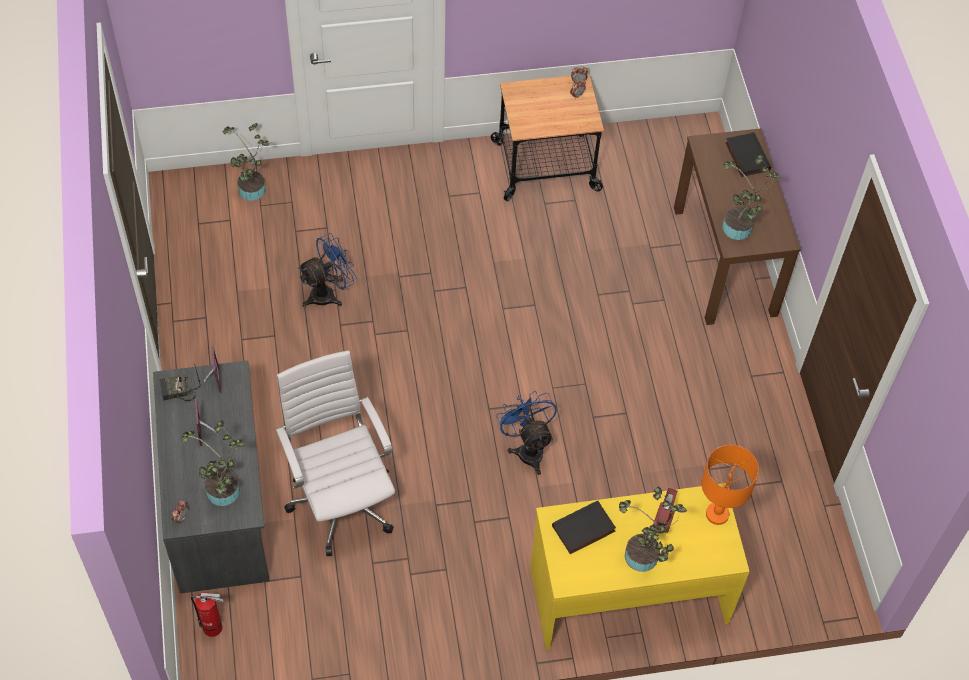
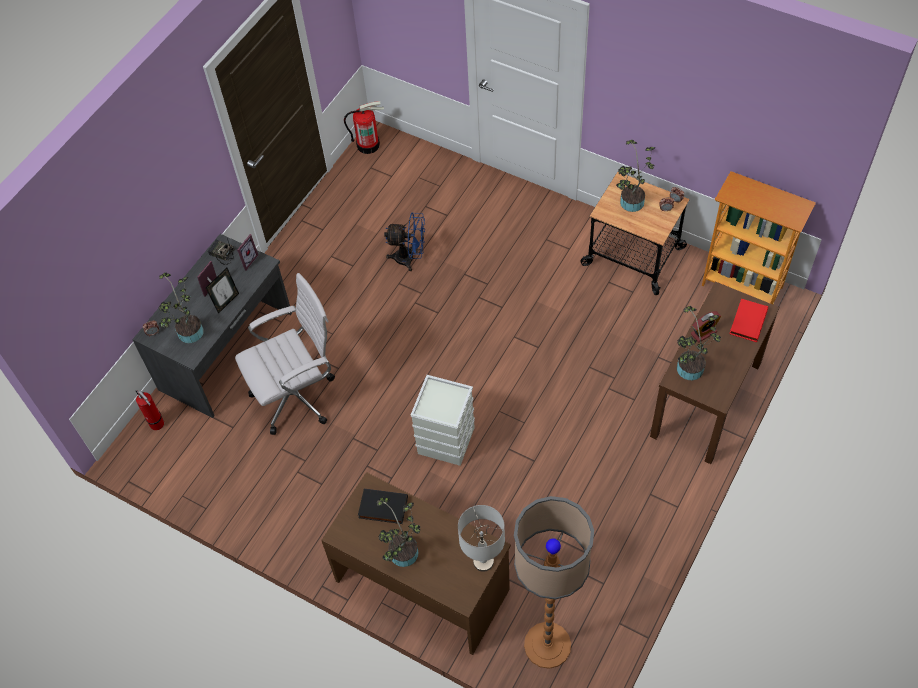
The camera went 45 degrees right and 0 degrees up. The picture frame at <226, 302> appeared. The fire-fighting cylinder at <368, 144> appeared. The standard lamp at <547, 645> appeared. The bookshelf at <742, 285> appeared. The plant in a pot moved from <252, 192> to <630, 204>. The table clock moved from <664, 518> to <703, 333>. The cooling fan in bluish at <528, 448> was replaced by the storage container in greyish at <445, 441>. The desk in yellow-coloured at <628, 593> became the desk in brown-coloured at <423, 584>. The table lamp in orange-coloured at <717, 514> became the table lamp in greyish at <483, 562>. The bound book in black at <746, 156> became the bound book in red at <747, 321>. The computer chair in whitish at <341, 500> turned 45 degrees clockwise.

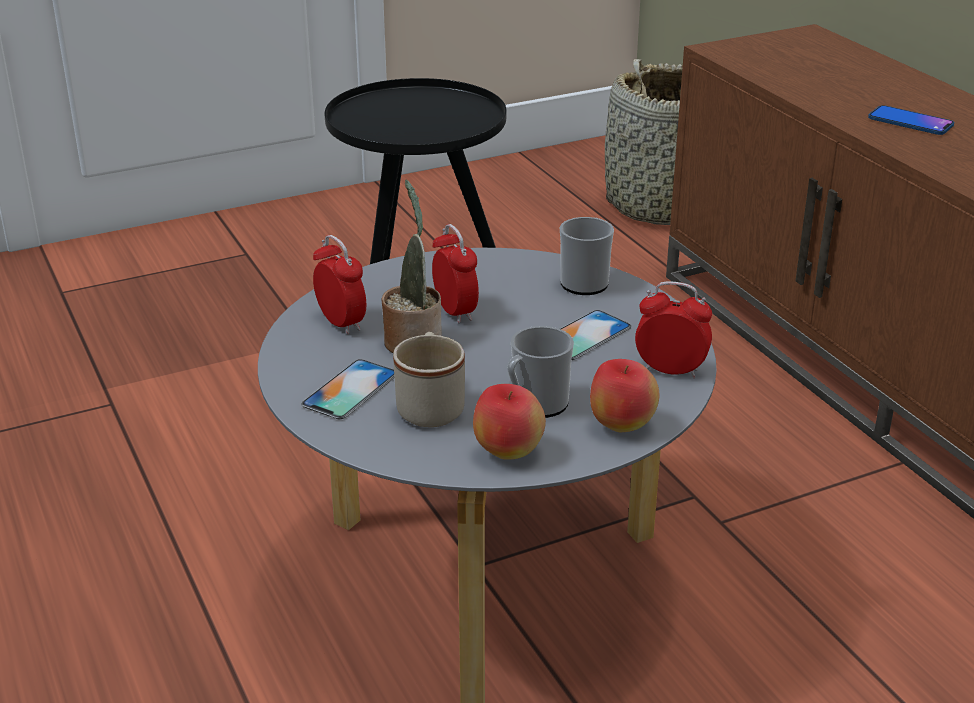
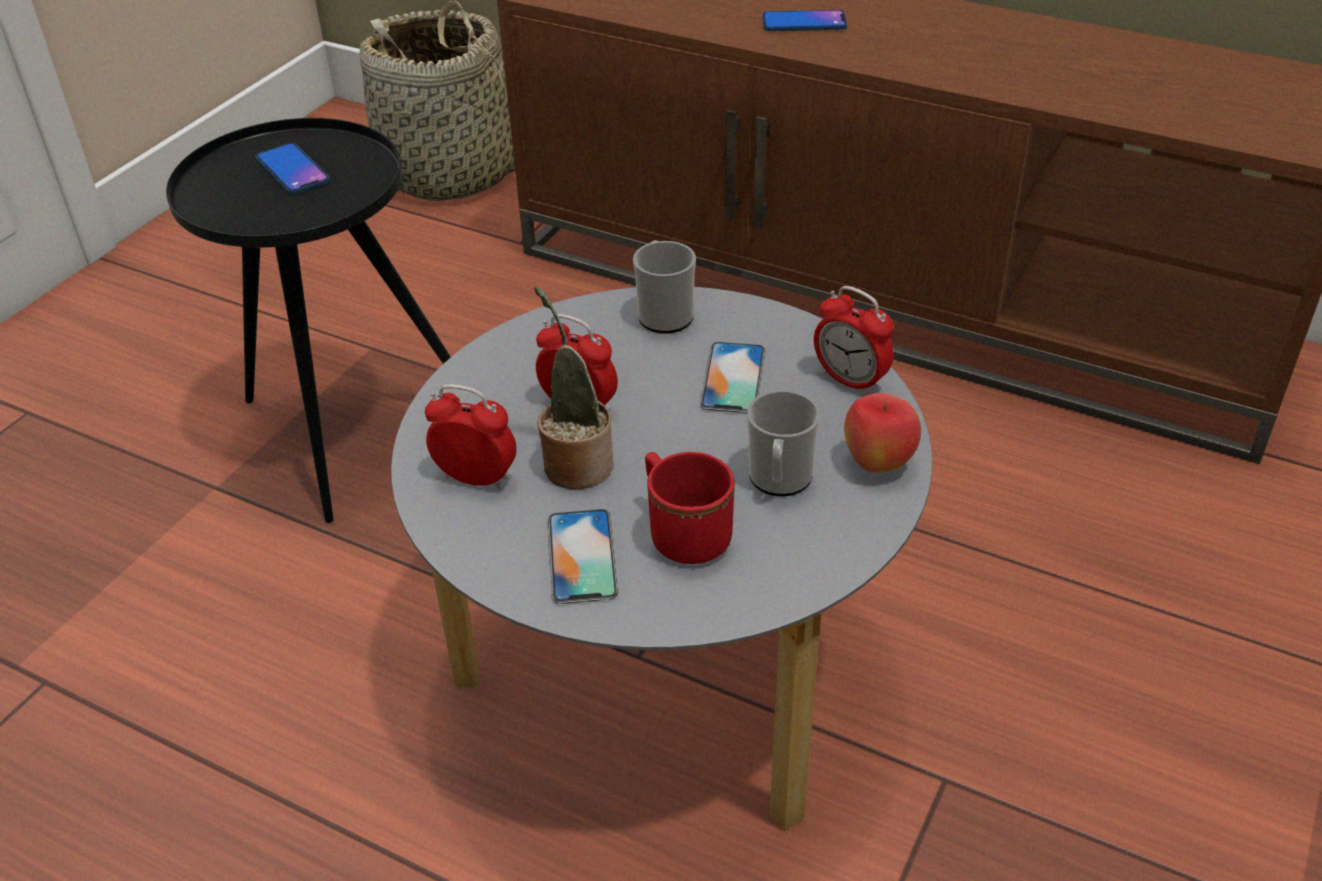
The camera went 35 degrees left and 10 degrees up. The apple fruit at <508, 453> disappeared. The phone at <292, 170> appeared. The coffee mug in sand-coloured at <430, 405> became the coffee mug in red at <683, 532>. The table clock at <670, 370> turned 120 degrees counterclockwise.

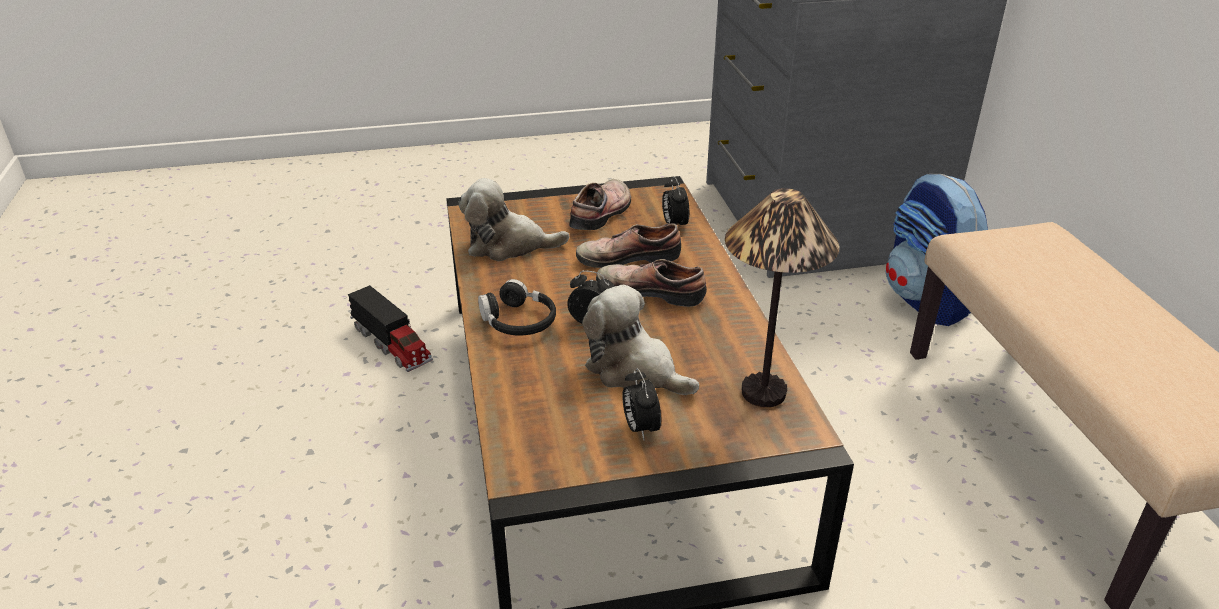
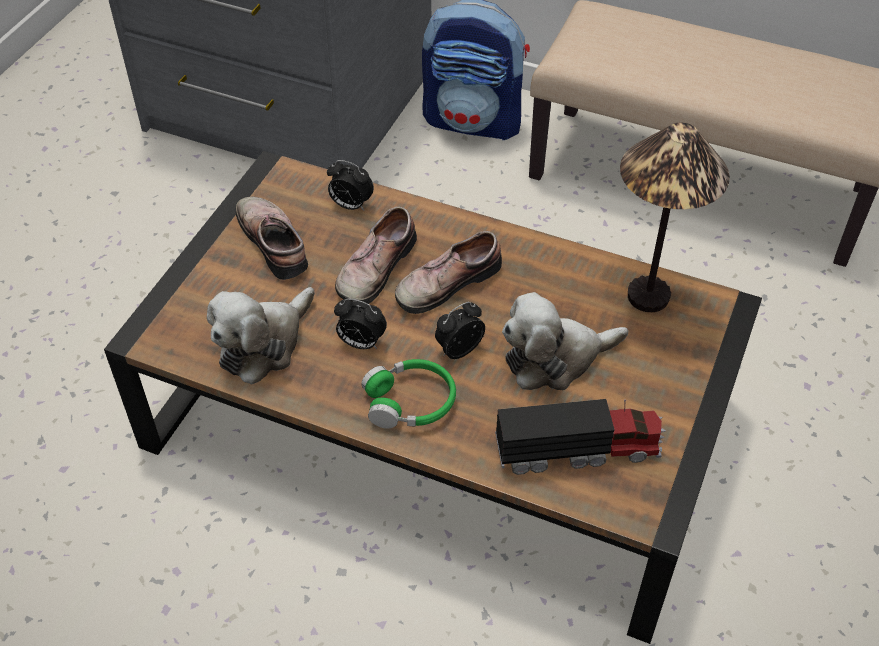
The camera went 55 degrees left and 15 degrees up. The toy lorry moved from <392, 344> to <579, 449>. The table clock moved from <640, 428> to <360, 343>. The headset in black at <518, 321> became the headset in green-coloured at <410, 402>.

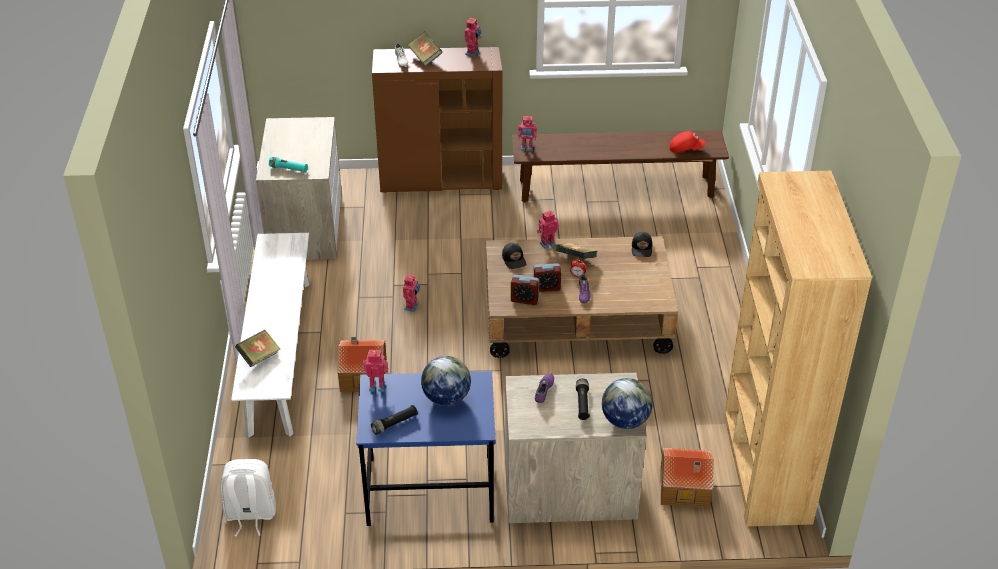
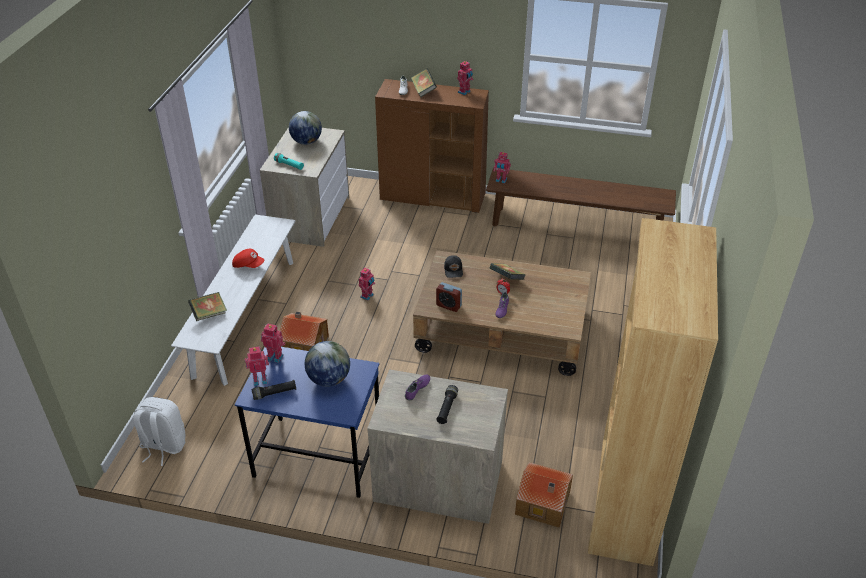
The camera went 15 degrees right and 0 degrees up. The table clock at <546, 287> disappeared. The baseball cap in black at <642, 248> disappeared. The model robot moved from <547, 243> to <260, 379>. The world globe moved from <625, 421> to <306, 142>. The baseball cap in red moved from <686, 149> to <248, 265>.

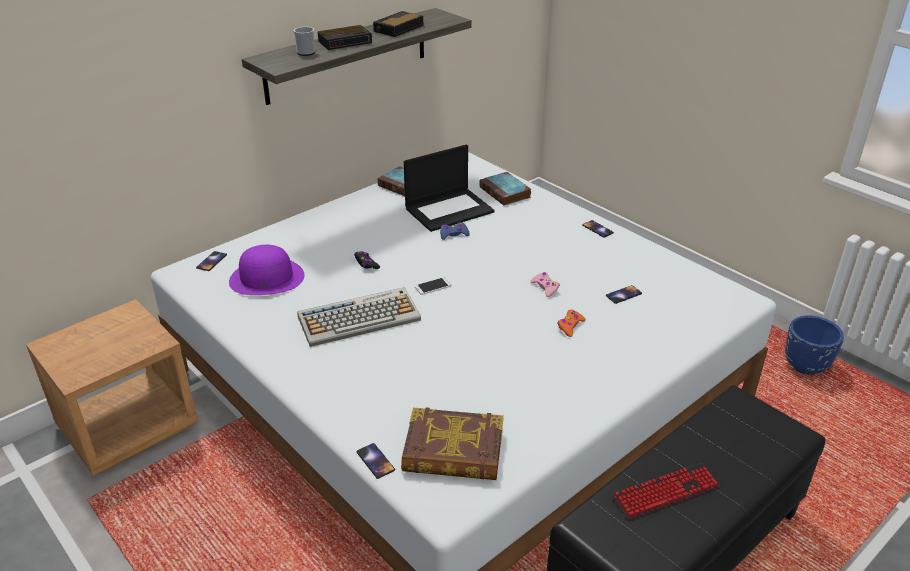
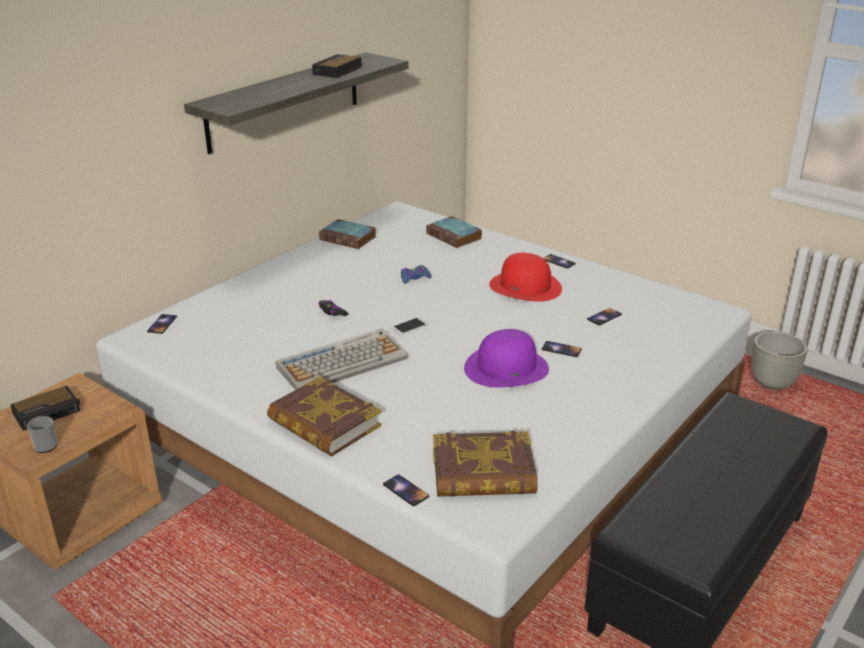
The camera went 10 degrees left and 5 degrees down. The notebook computer at <449, 209> disappeared. The gamepad in pinkish at <545, 287> disappeared. The keyboard at <666, 492> disappeared. The bound book at <324, 424> appeared. The wearable hat in red at <525, 286> appeared. The wearable hat in purple moved from <267, 278> to <506, 368>. The coffee mug moved from <305, 52> to <45, 444>. The table clock moved from <346, 42> to <48, 412>. The gamepad in orange-coloured at <570, 326> was replaced by the phone at <561, 349>. The plant pot in bluish at <805, 366> became the plant pot in greyish at <771, 383>.

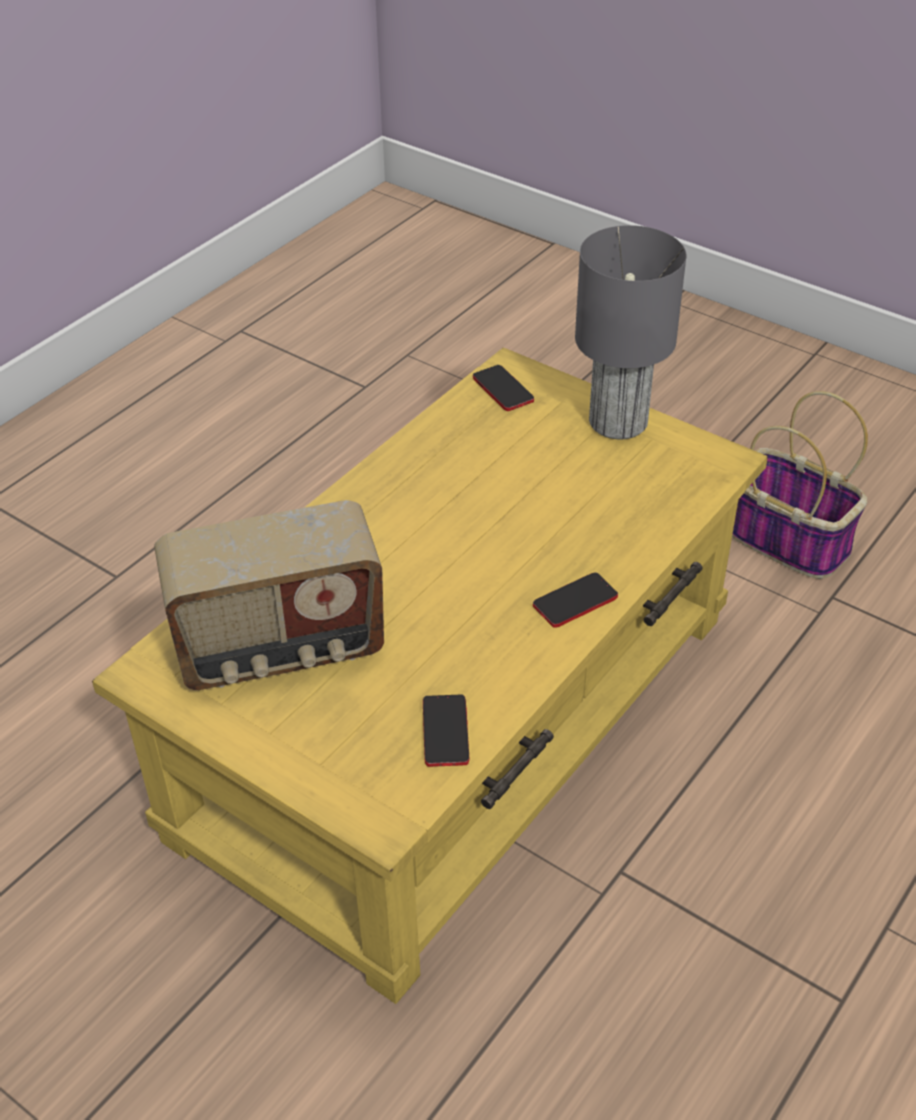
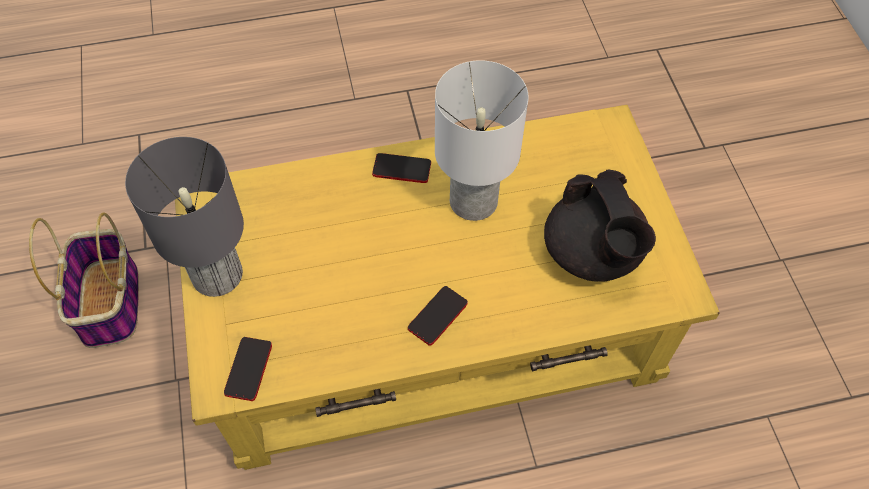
The camera went 140 degrees left and 15 degrees up. The table lamp in whitish at <474, 200> appeared. The phone moved from <445, 731> to <437, 316>. The radio receiver at <280, 649> was replaced by the pot for tea in black at <592, 254>.

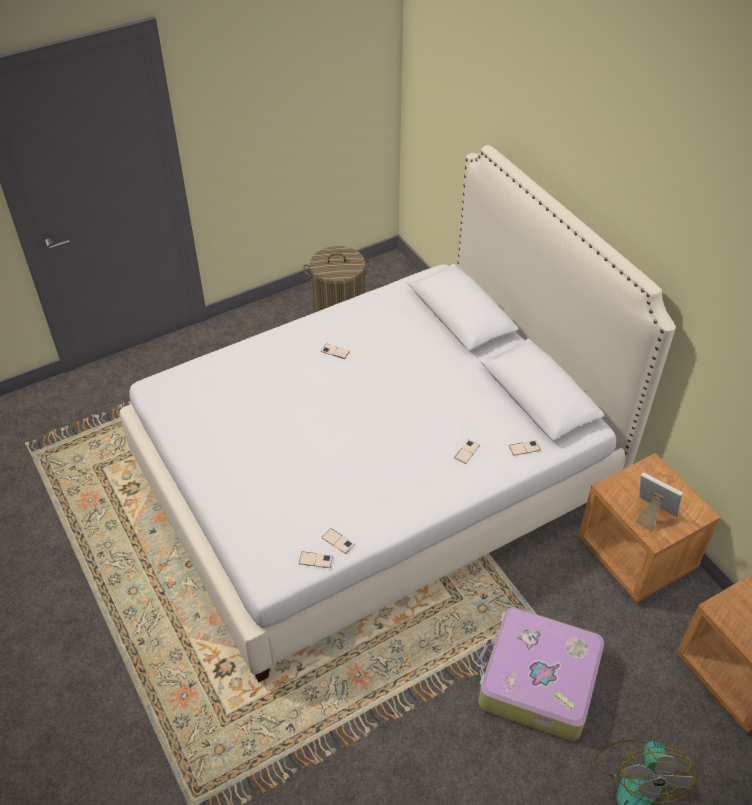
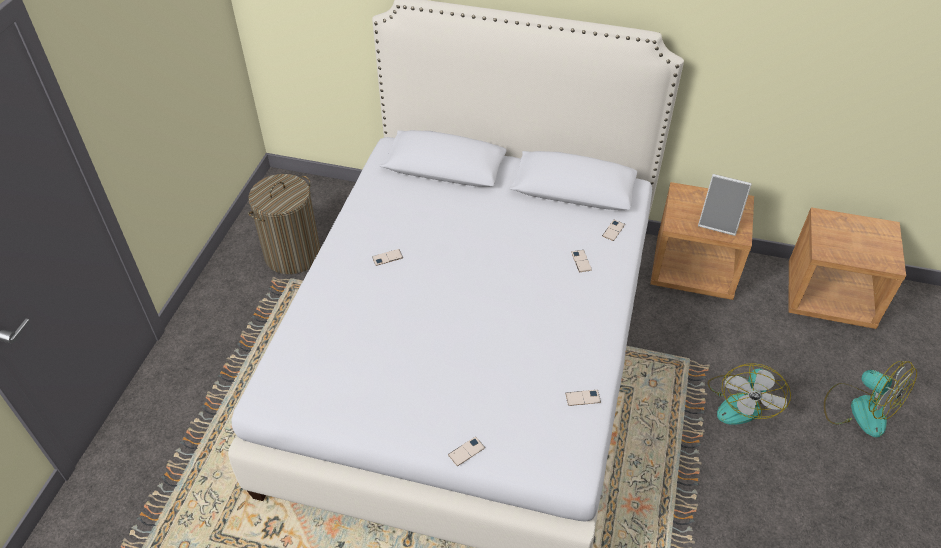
The camera went 45 degrees left and 0 degrees up. The phone moved from <315, 560> to <466, 451>. The travel case at <537, 681> was replaced by the cooling fan at <741, 402>. The picture frame at <652, 514> turned 150 degrees counterclockwise.

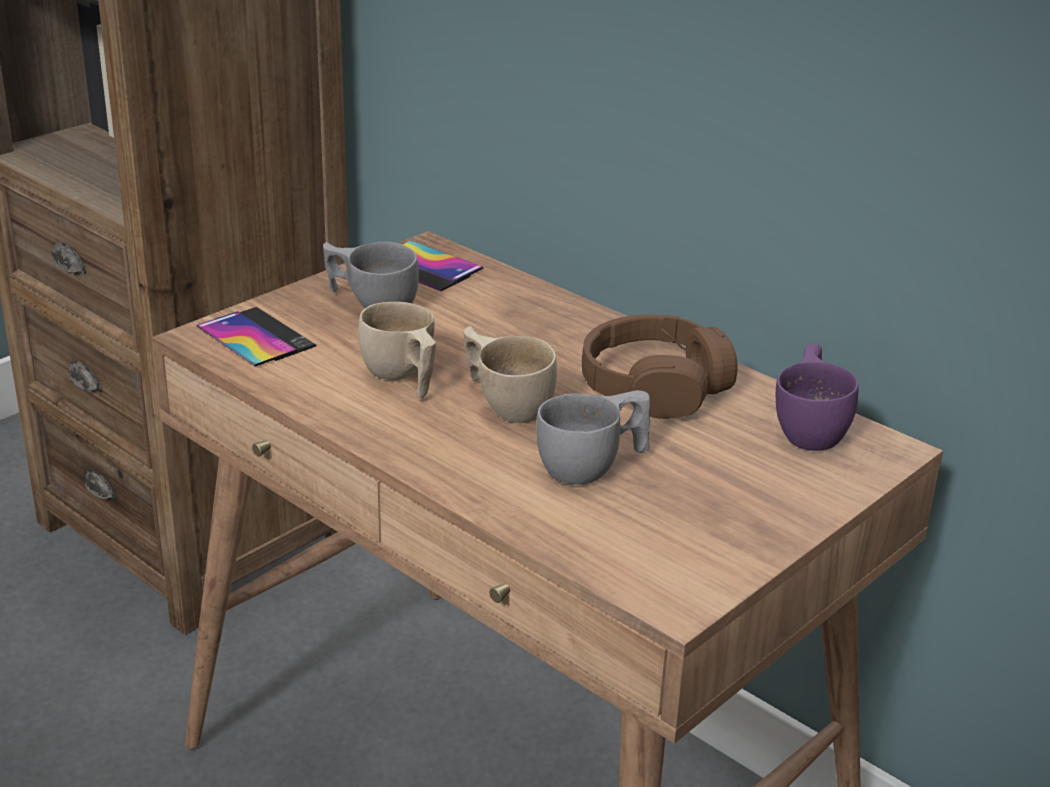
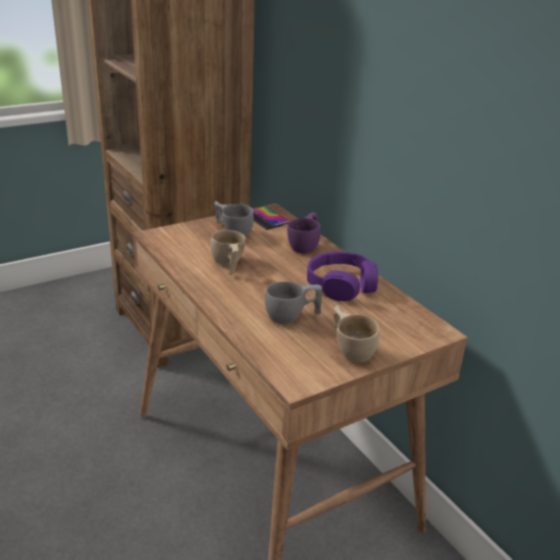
The camera went 15 degrees right and 0 degrees up. The phone at <256, 337> disappeared. The cup in sand-coloured moved from <506, 402> to <351, 349>. The cup in purple moved from <812, 427> to <306, 245>. The headset in brown-coloured at <654, 386> became the headset in purple at <341, 285>.

